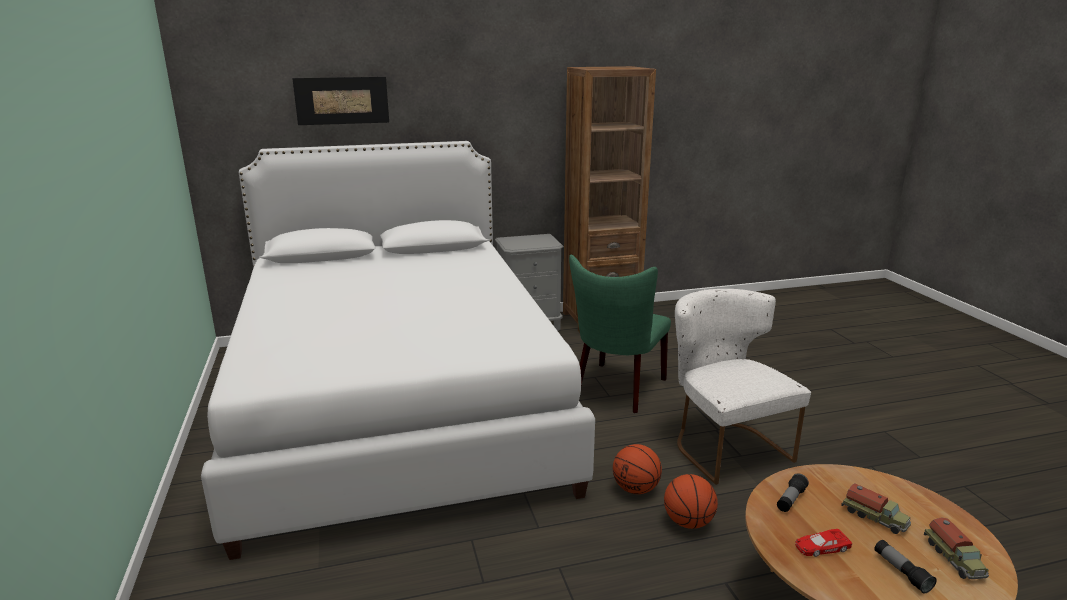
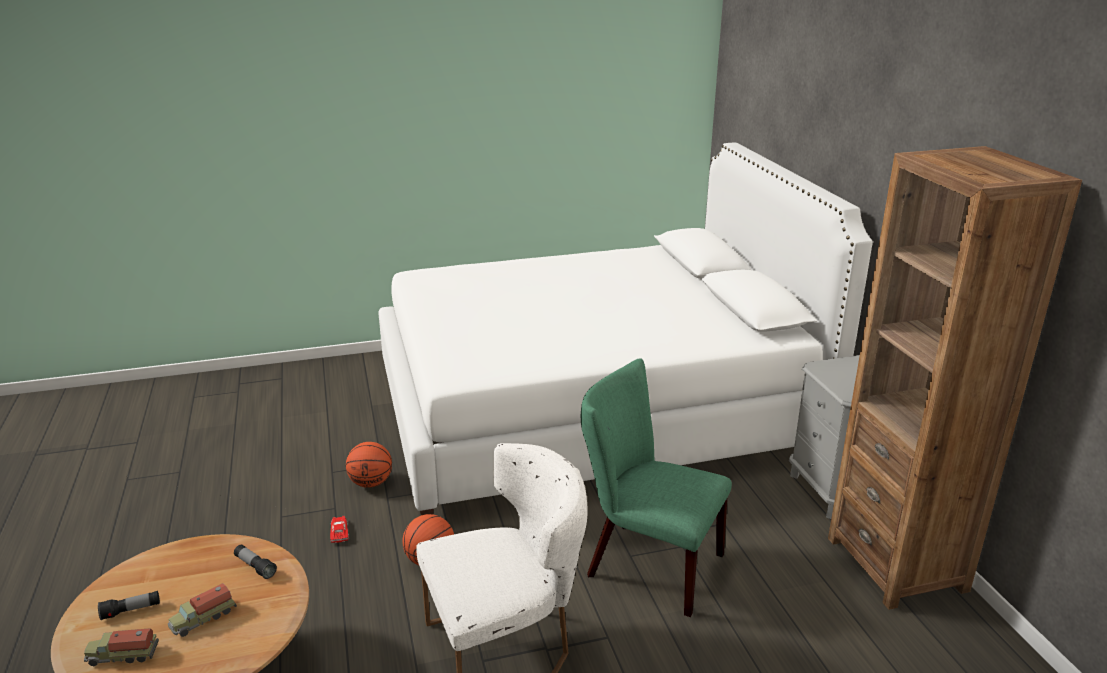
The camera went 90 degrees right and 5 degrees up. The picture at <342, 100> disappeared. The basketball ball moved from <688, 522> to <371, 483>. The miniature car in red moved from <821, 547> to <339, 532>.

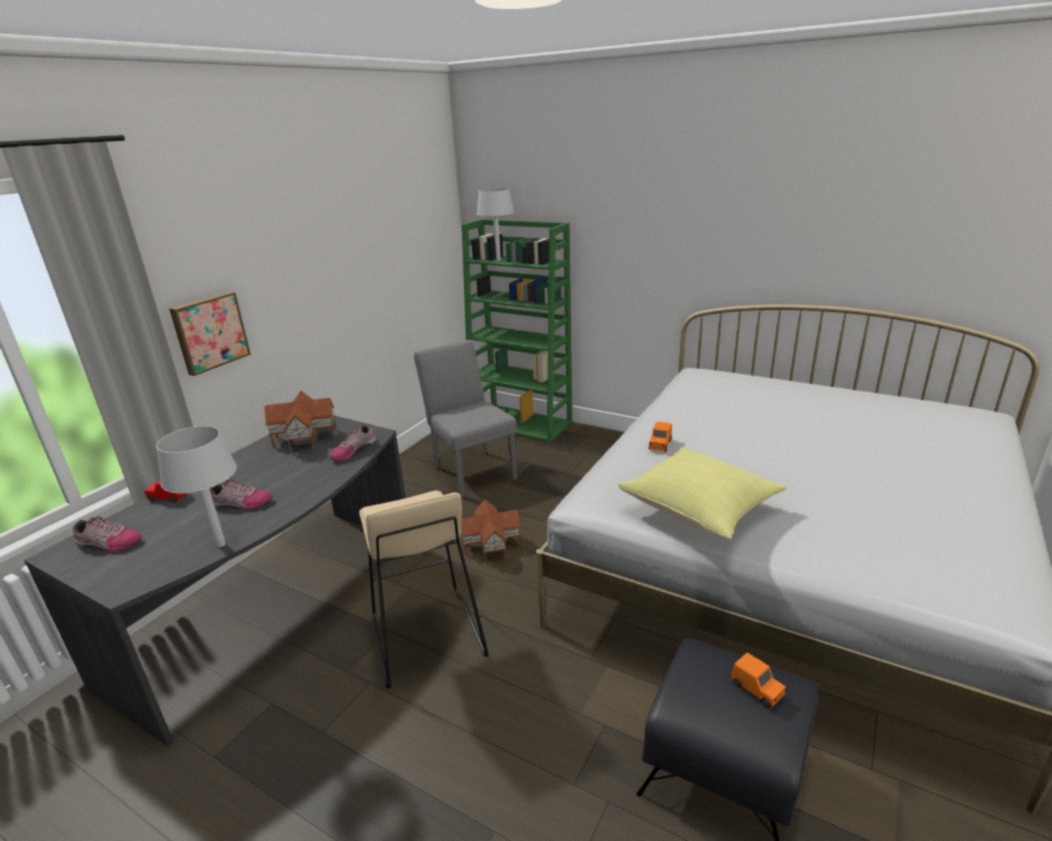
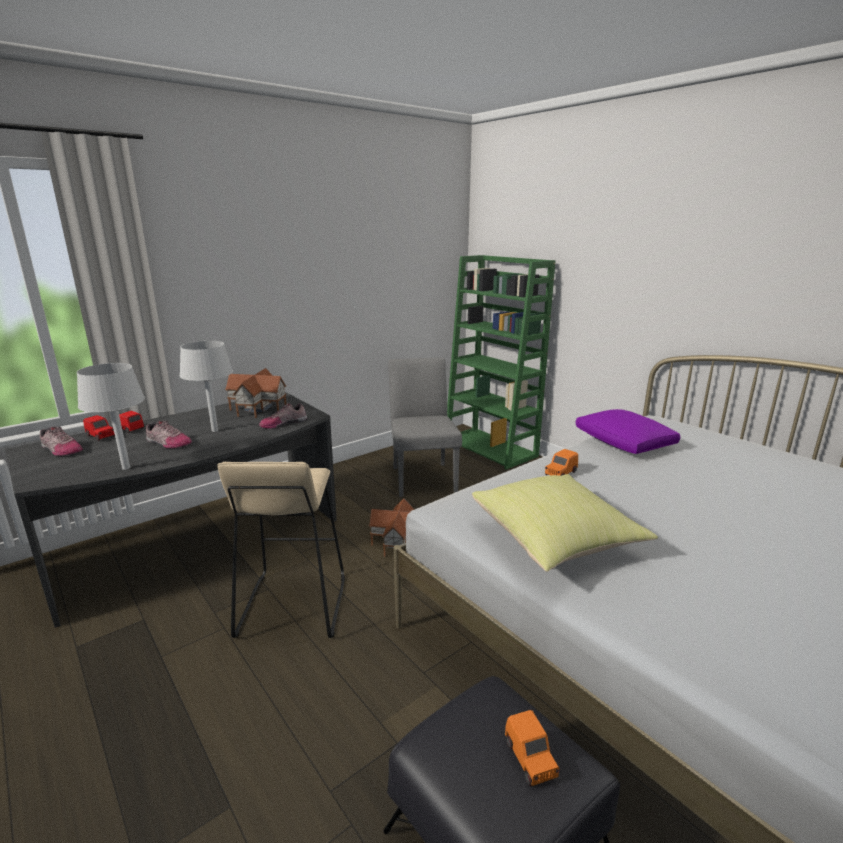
The camera went 20 degrees right and 5 degrees down. The picture at <209, 332> disappeared. The miniature car in red at <101, 436> appeared. The throw pillow in purple at <624, 443> appeared. The table lamp in greyish moved from <498, 260> to <214, 430>.

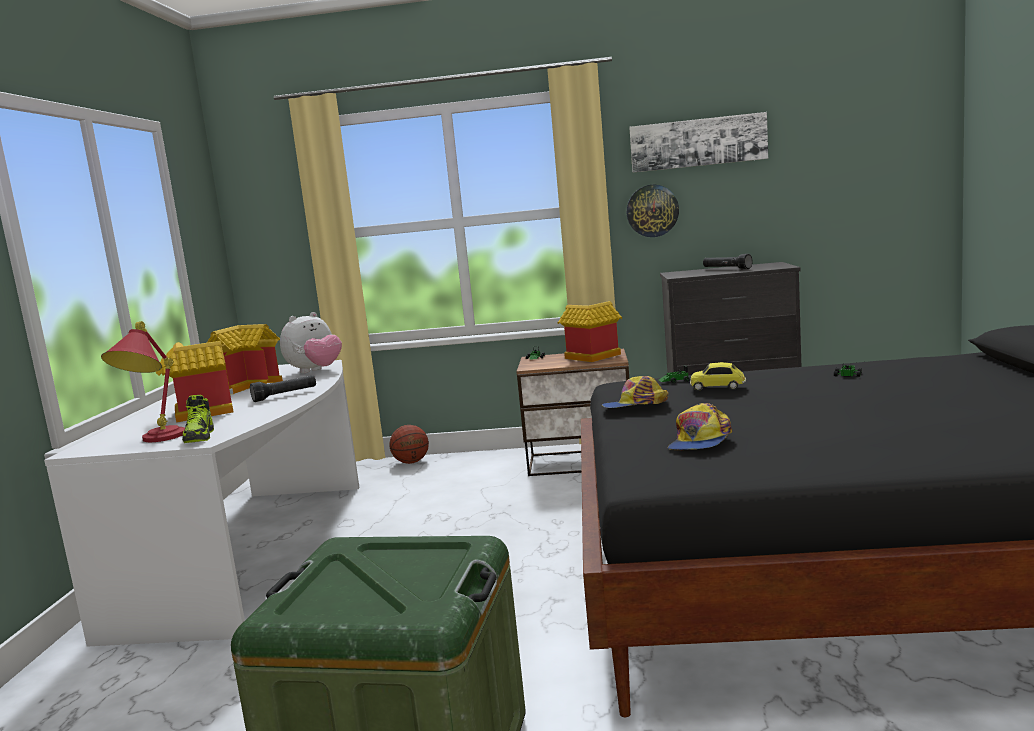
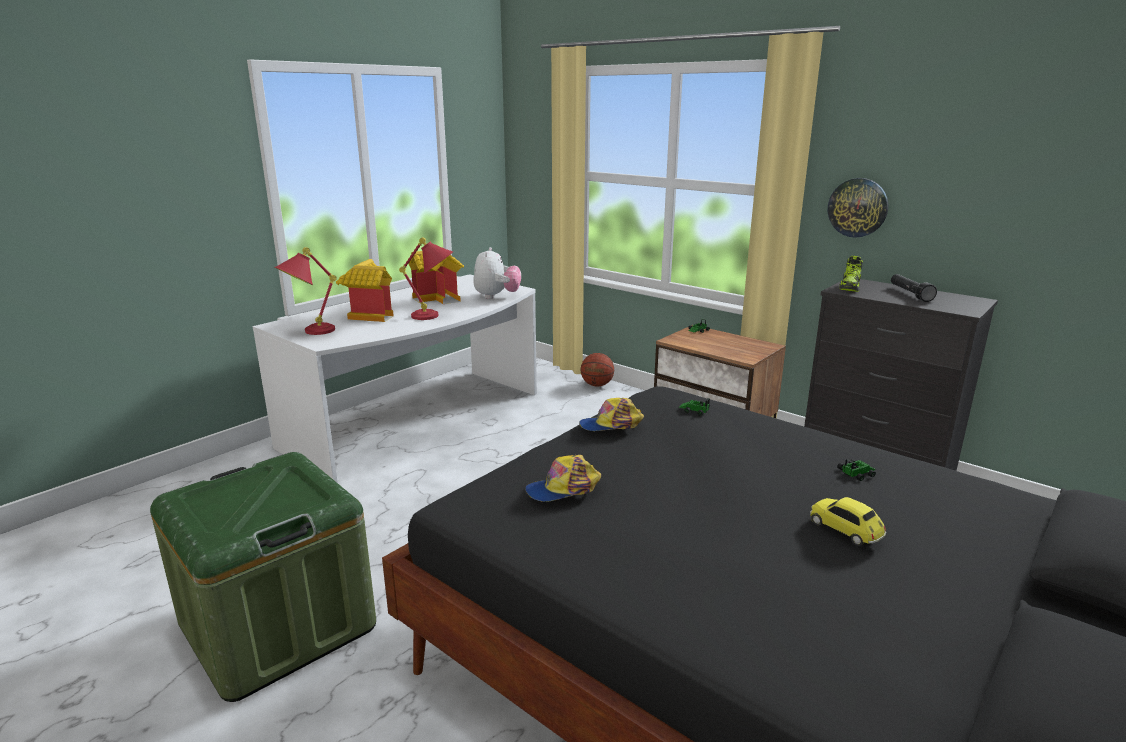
The camera went 35 degrees right and 10 degrees up. The model house at <591, 358> disappeared. The picture at <698, 142> disappeared. The item of footwear moved from <200, 437> to <850, 287>. The miniature car moved from <718, 387> to <845, 530>. The flashlight in black at <285, 395> was replaced by the table lamp in red at <435, 316>. The cuddly toy at <315, 371> turned 75 degrees counterclockwise. The baseball cap at <635, 406> turned 45 degrees counterclockwise.

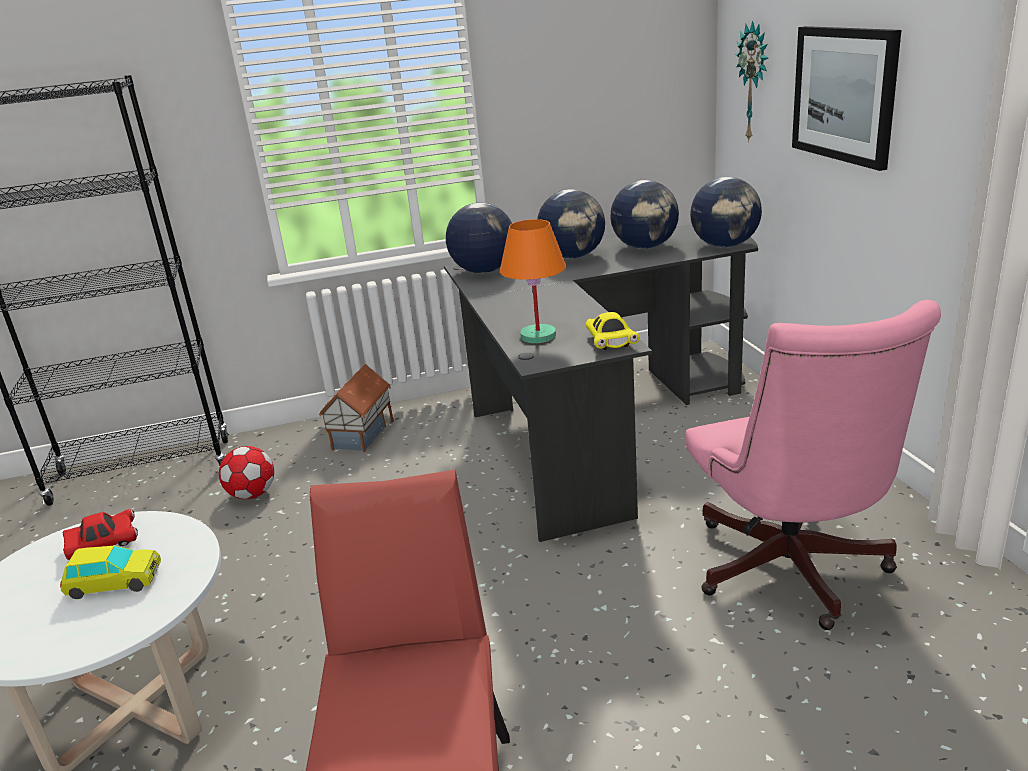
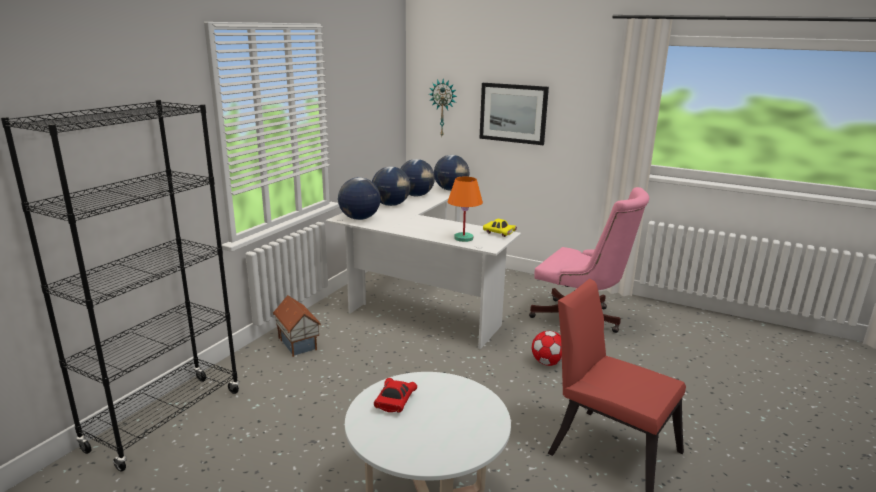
The camera went 50 degrees left and 5 degrees down. The miniature car at <115, 582> disappeared. The ball for football moved from <252, 494> to <547, 363>. The desk in black at <594, 425> became the desk in whitish at <418, 297>.

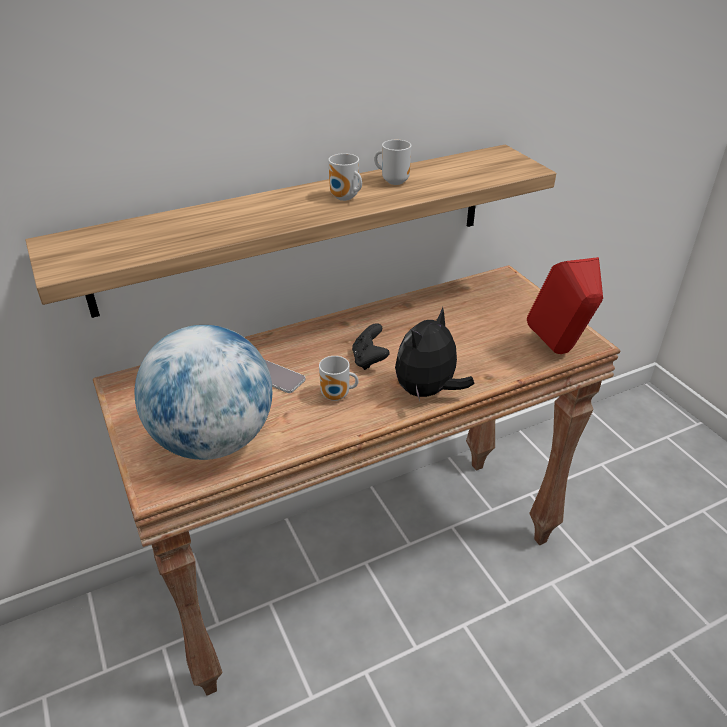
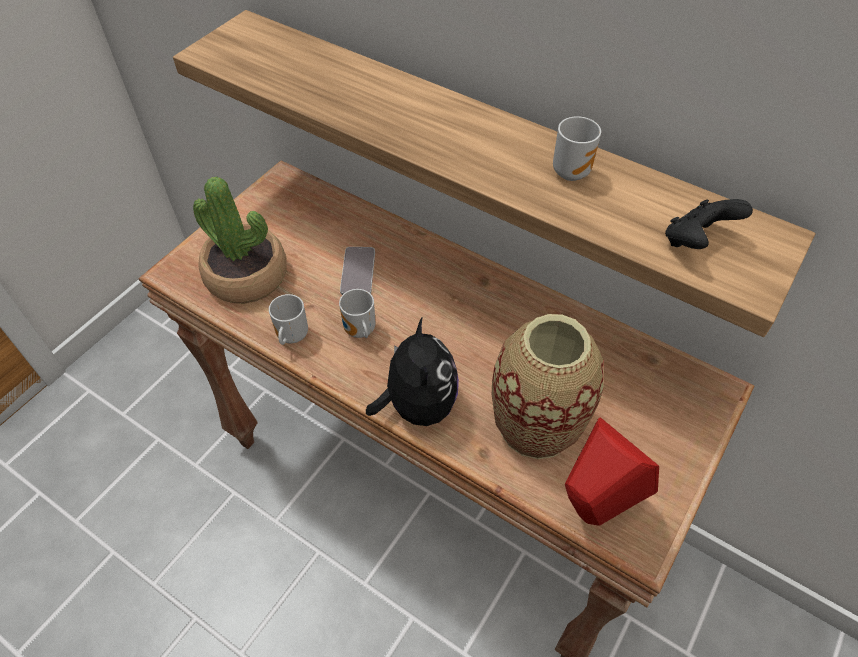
The camera went 60 degrees right and 15 degrees up. The vase at <536, 425> appeared. The coffee mug moved from <345, 198> to <290, 337>. The gamepad in black moved from <369, 360> to <696, 242>. The world globe at <213, 440> was replaced by the plant in a pot at <247, 276>. The cuddly toy at <428, 391> turned 75 degrees clockwise.

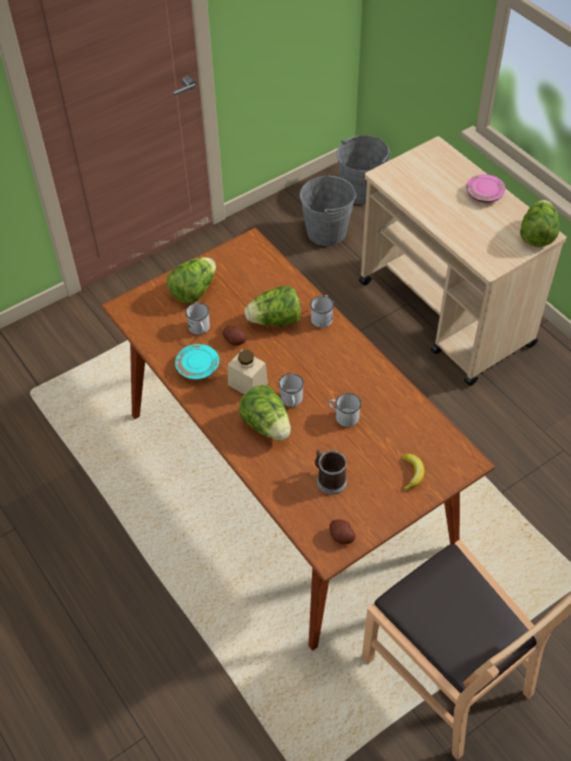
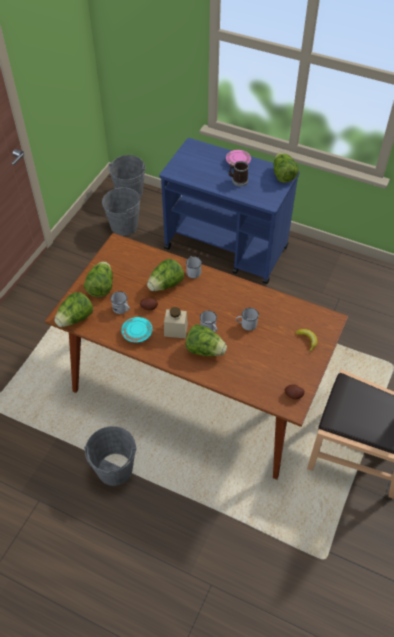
The camera went 30 degrees left and 0 degrees up. The lettuce at <75, 319> appeared. The pail in greyish at <115, 469> appeared. The coffee mug moved from <329, 479> to <238, 180>. The wheeled cart in sand-coloured at <446, 314> became the wheeled cart in bluish at <227, 248>.

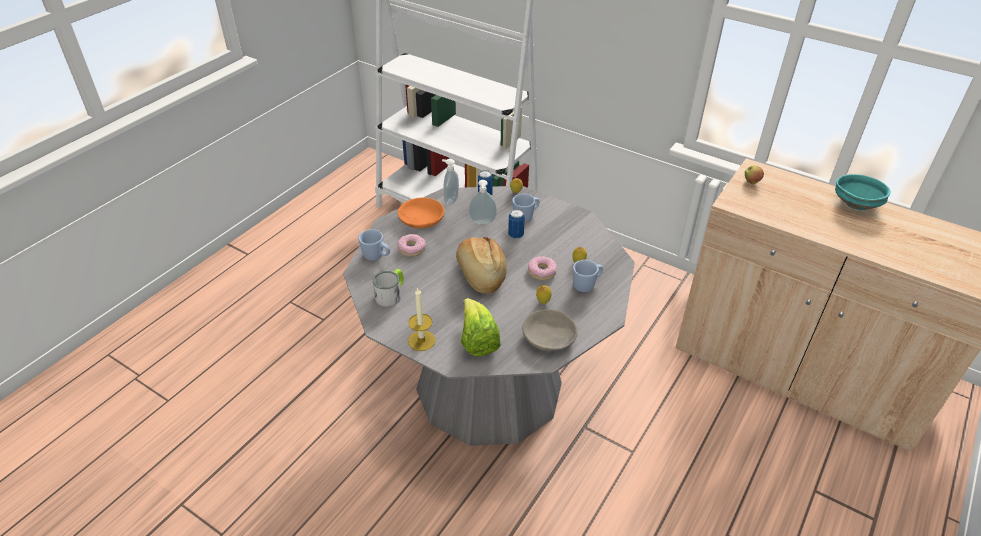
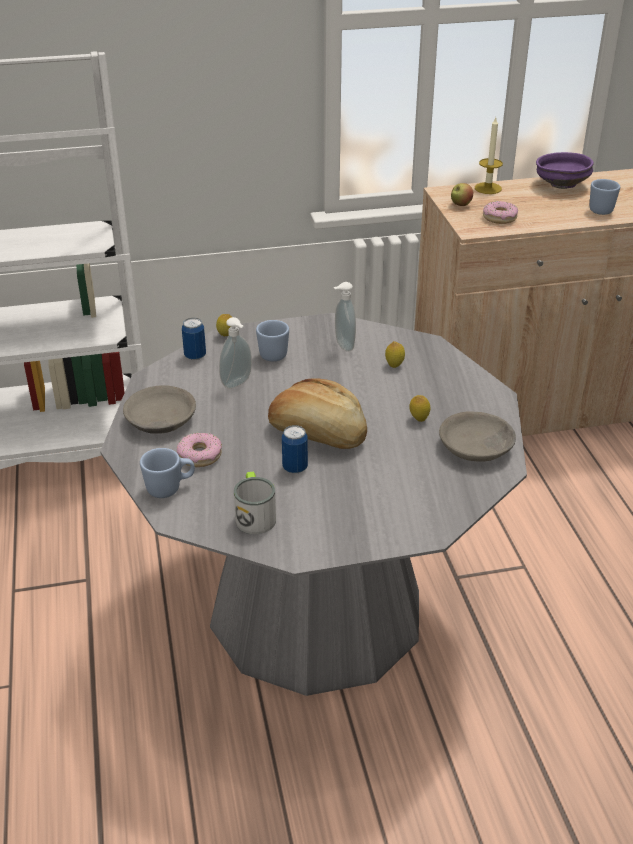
The camera went 45 degrees left and 5 degrees down. The lettuce at <477, 341> disappeared. The candle moved from <421, 340> to <488, 188>. The soap dispenser moved from <450, 200> to <343, 346>. The metal can moved from <516, 235> to <295, 468>. The doughnut moved from <541, 272> to <499, 218>. The coffee mug in bluish moved from <587, 285> to <601, 209>. The bowl in orange-coloured at <420, 219> became the bowl in greyish at <160, 420>. The bowl in blue-green at <856, 204> became the bowl in purple at <561, 185>.

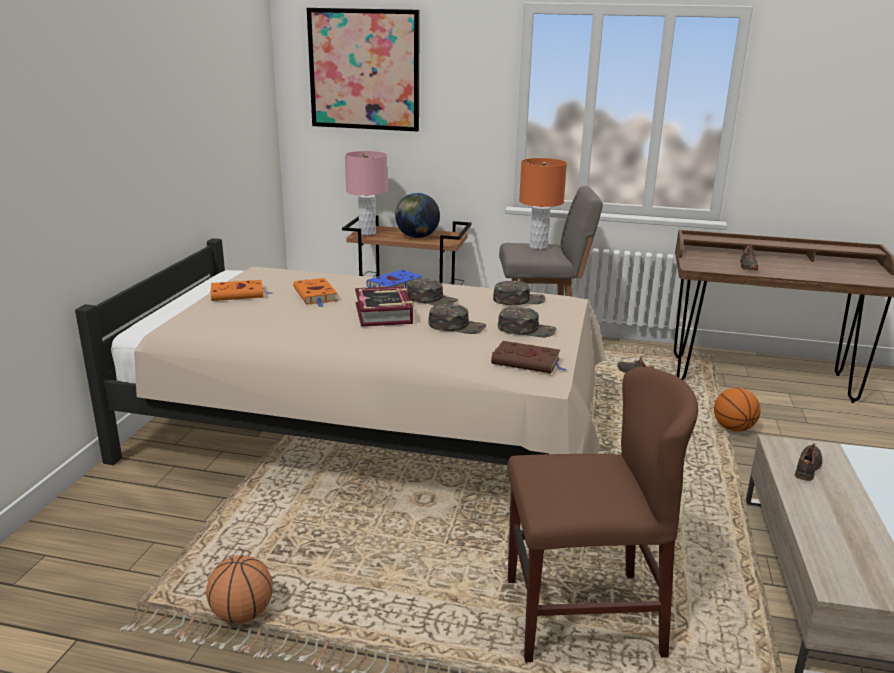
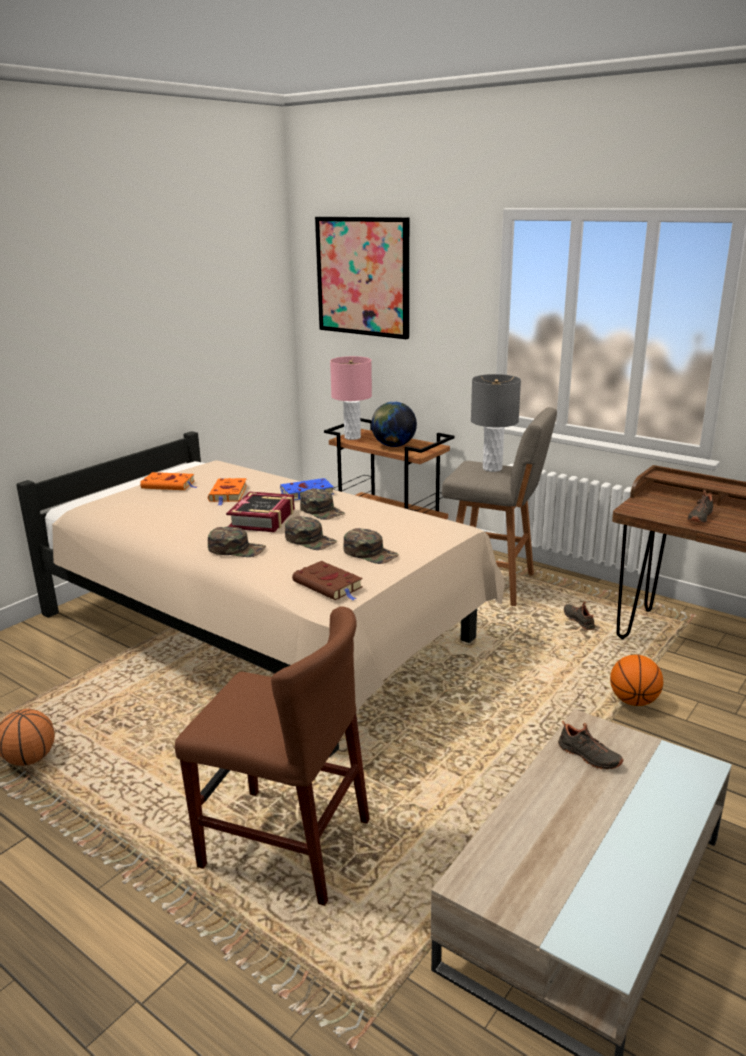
The camera went 25 degrees right and 0 degrees up. The baseball cap in green-coloured moved from <518, 300> to <237, 549>. The table lamp in orange-coloured at <538, 247> became the table lamp in greyish at <492, 468>. The item of footwear in black at <808, 468> turned 75 degrees clockwise.

